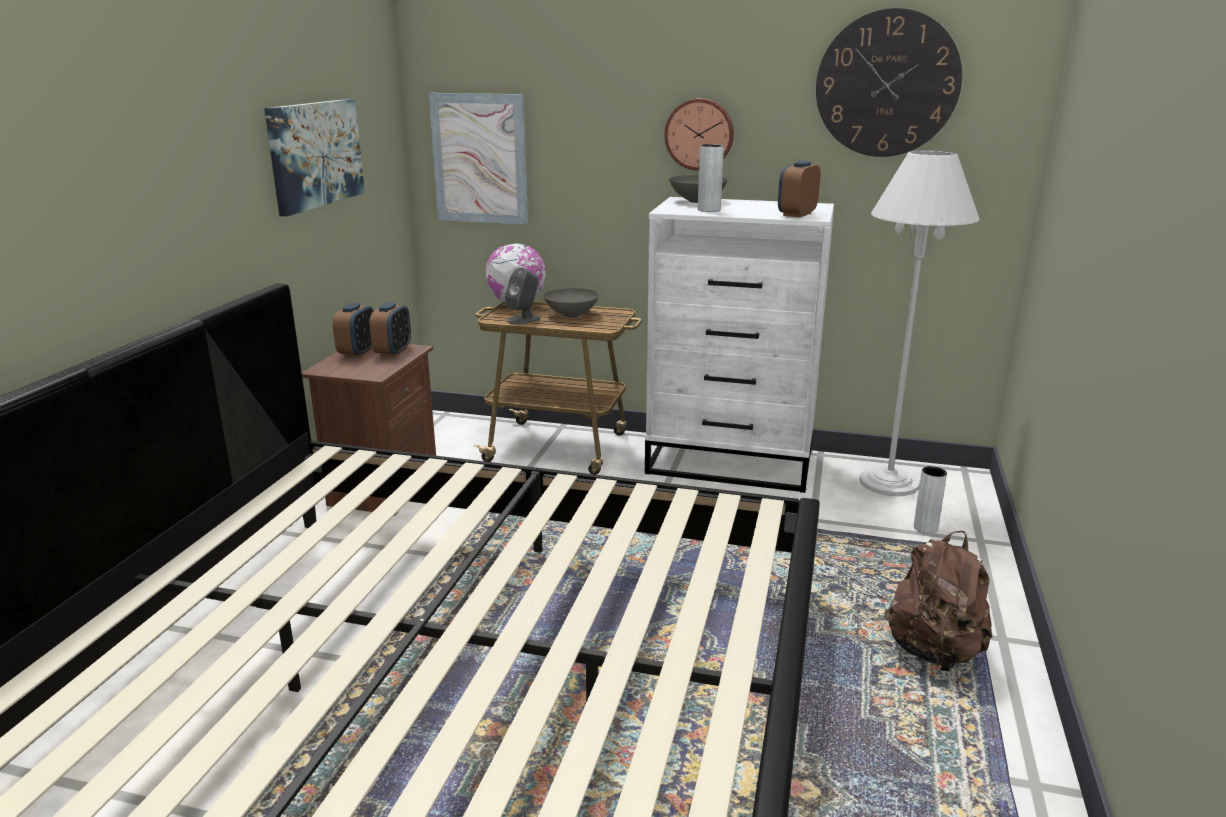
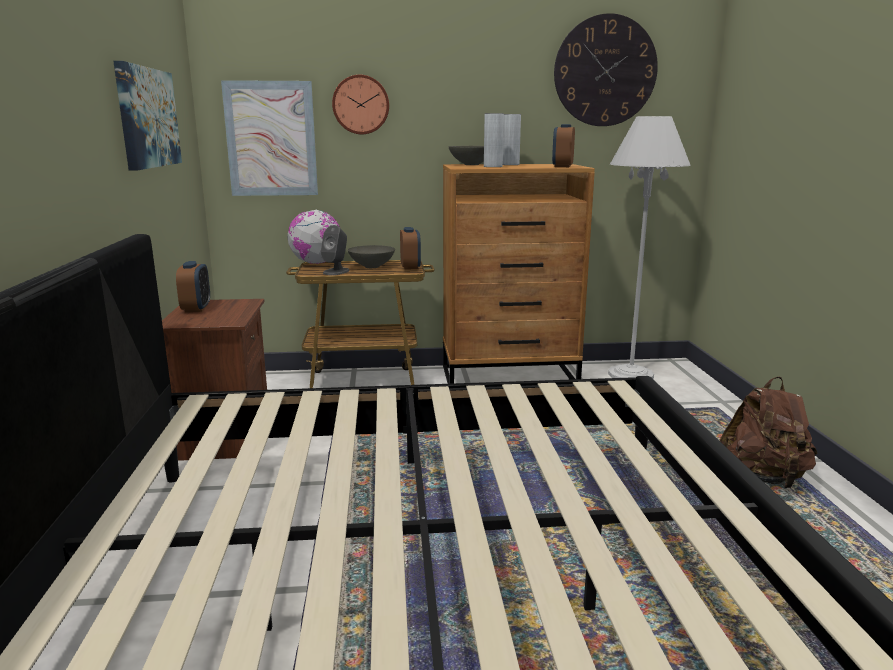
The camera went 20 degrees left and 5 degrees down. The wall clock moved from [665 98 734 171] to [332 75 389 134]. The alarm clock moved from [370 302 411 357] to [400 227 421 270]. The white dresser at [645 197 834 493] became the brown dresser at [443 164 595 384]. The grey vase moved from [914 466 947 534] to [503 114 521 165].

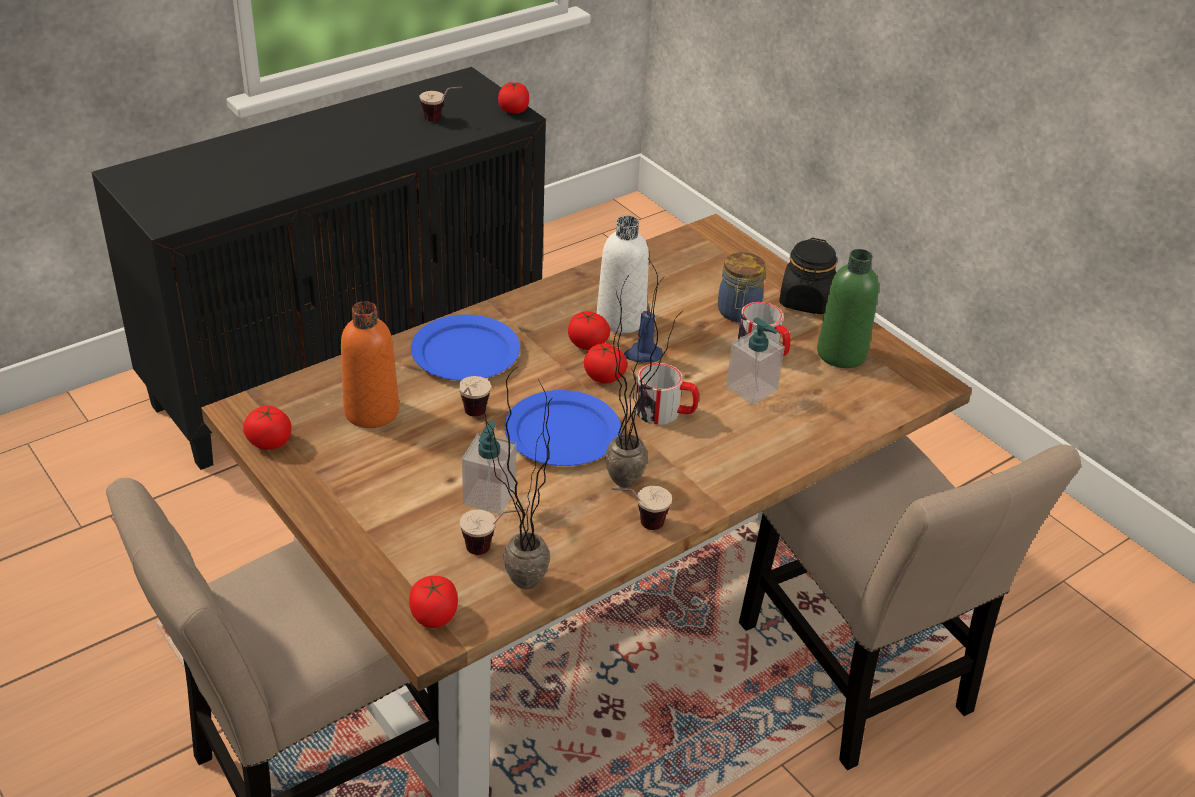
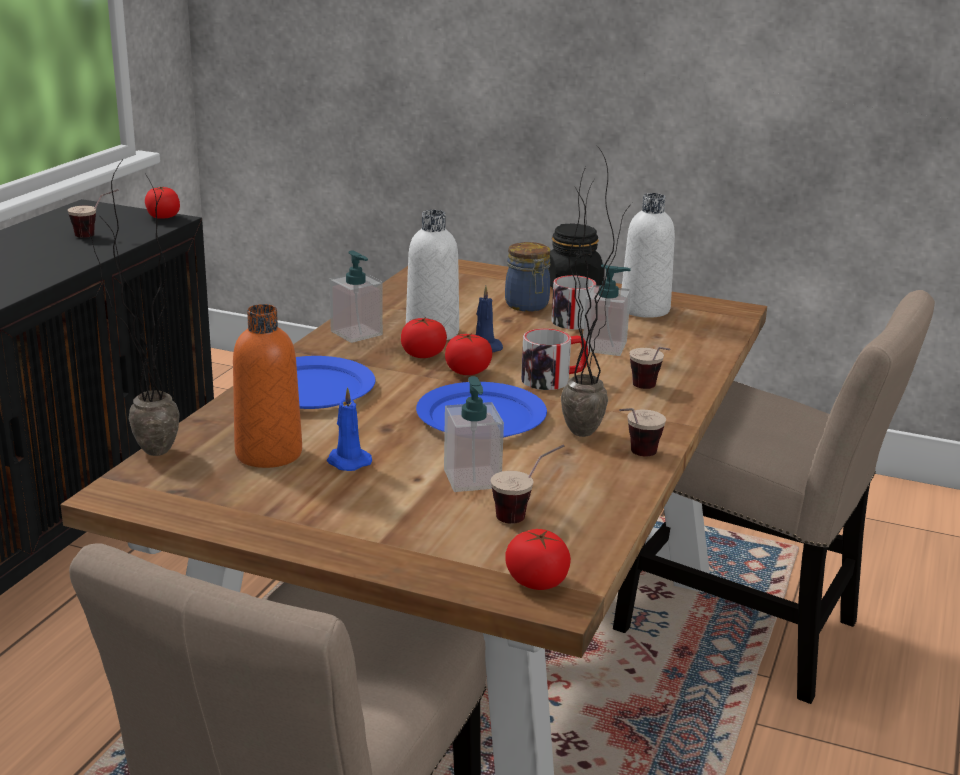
The camera went 30 degrees left and 15 degrees down. The potted plant moved from [481 368 552 590] to [83 161 180 456]. The blue candle at [327 387 372 471] appeared. The soap dispenser at [329 250 383 343] appeared. The green bottle at [817 249 879 368] became the white bottle at [622 193 675 318]. The cup moved from [459 376 491 417] to [629 347 670 389]. The tomato at [243 406 291 450] disappeared.

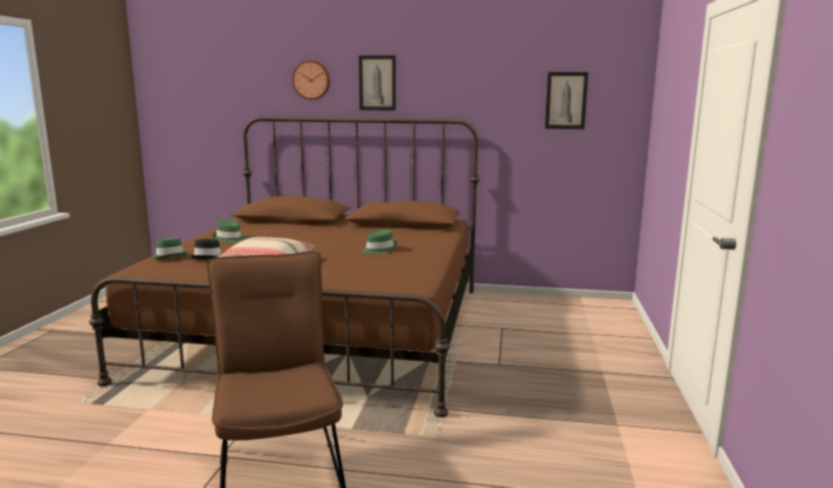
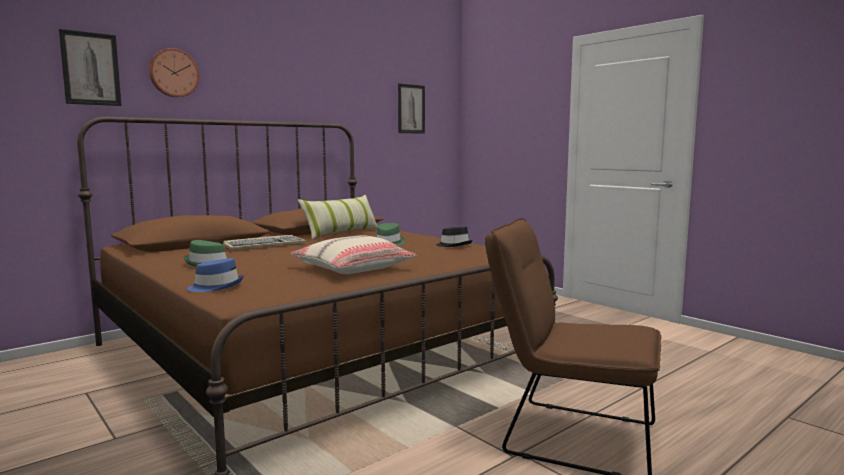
The camera went 50 degrees left and 5 degrees down. The picture moved from [359 55 396 111] to [59 29 122 106]. The green hat at [151 238 188 259] became the blue hat at [187 258 244 292]. The keyboard at [223 235 306 250] appeared. The pillow at [298 195 378 240] appeared. The black hat moved from [190 239 223 259] to [436 227 473 247].

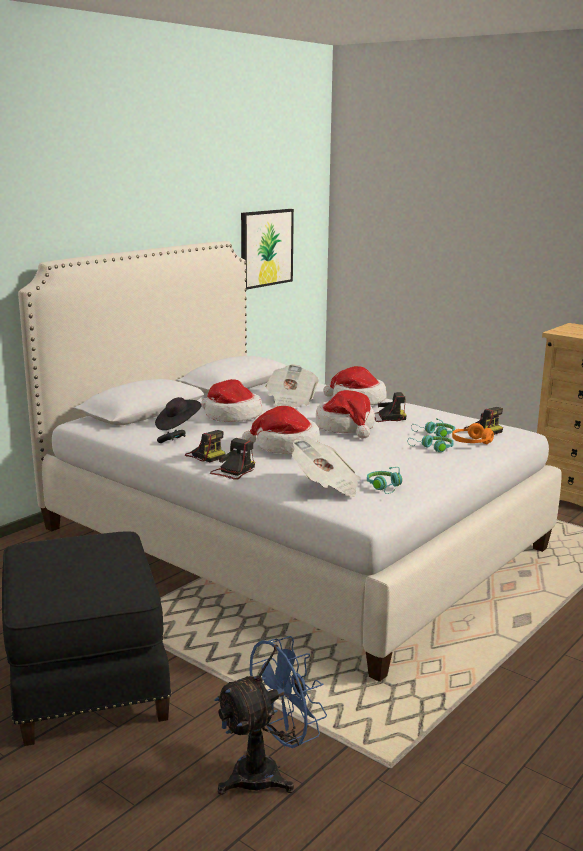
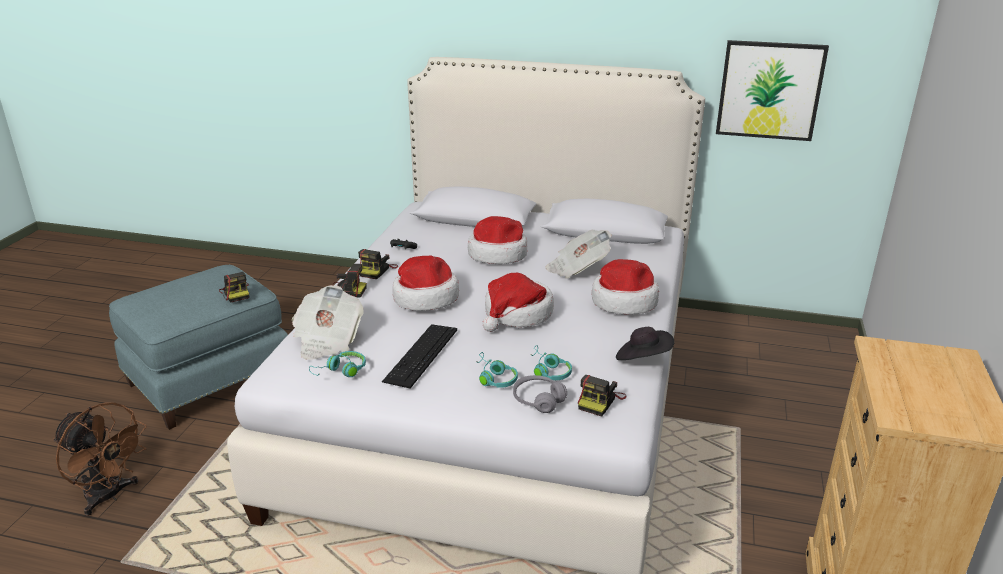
The camera went 65 degrees right and 10 degrees up. The blue fan at [214 636 327 795] became the brown fan at [53 402 147 516]. The black ottoman at [2 531 172 746] became the blue ottoman at [109 265 288 430]. The photo camera moved from [375 392 407 422] to [219 272 249 303]. The keyboard at [382 324 457 389] appeared. The orange headphones at [452 423 494 444] became the grey headphones at [513 375 567 413]. The black hat moved from [155 397 202 430] to [616 327 675 360].

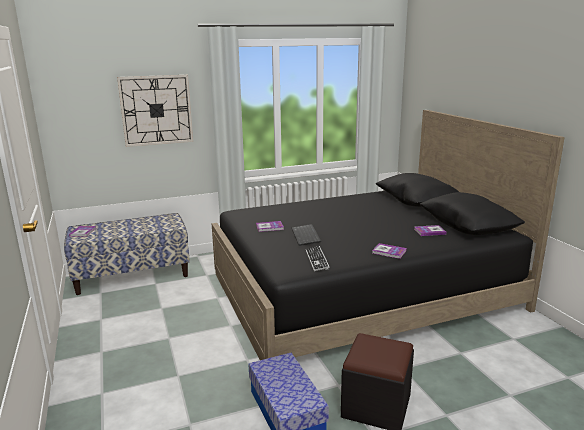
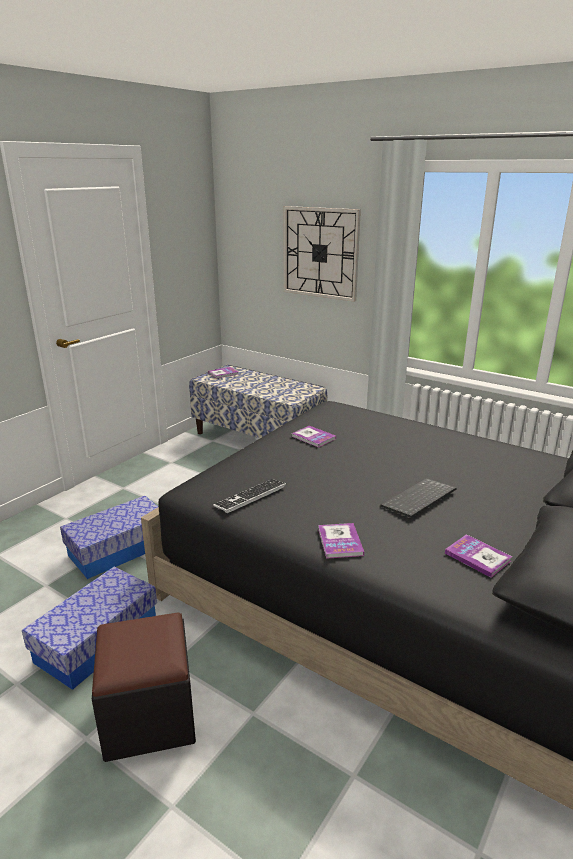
The camera went 55 degrees right and 5 degrees up. The storage box at [60 496 158 579] appeared. The keyboard moved from [292 224 321 246] to [381 478 457 518].

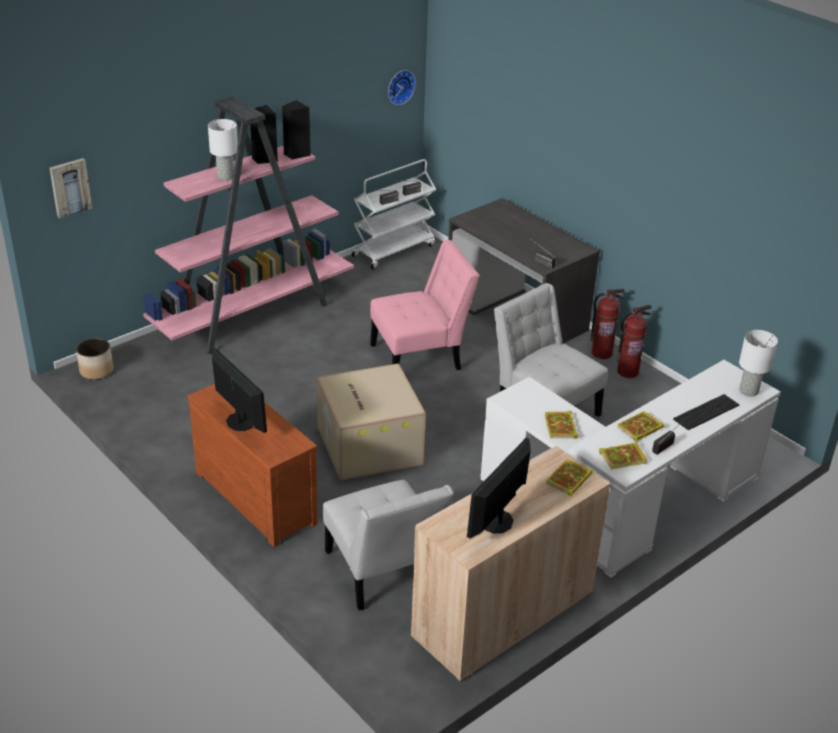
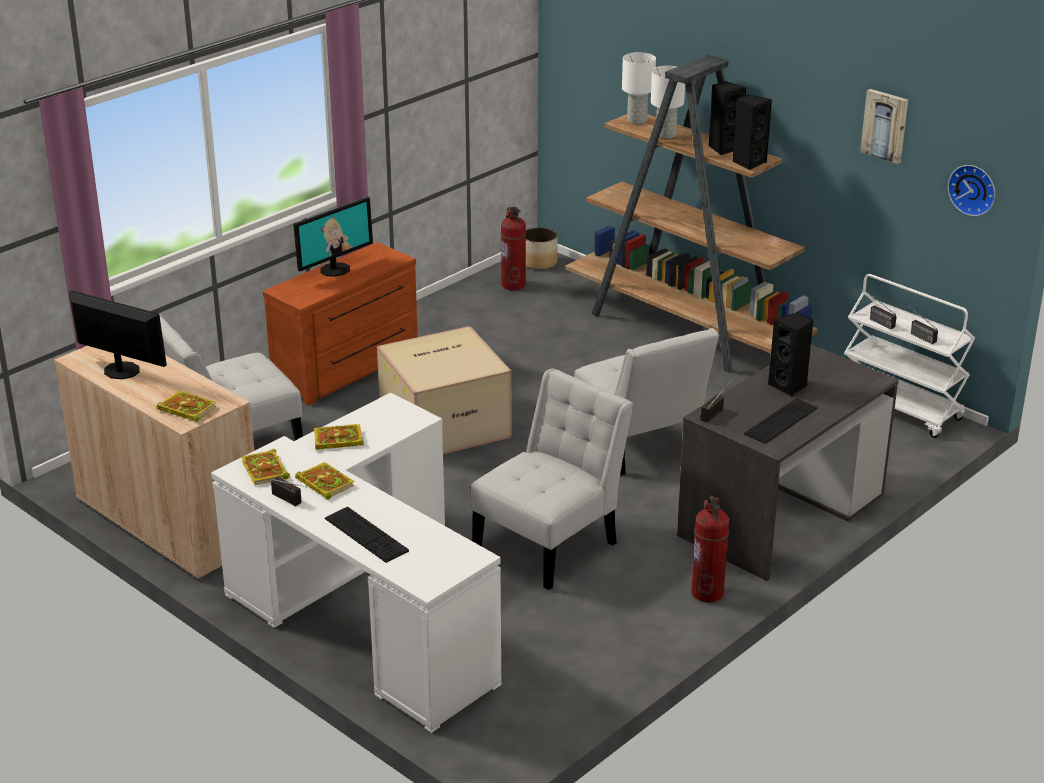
The camera went 85 degrees right and 5 degrees down. The fire extinguisher moved from [617 305 652 378] to [501 207 526 290]. The pink bookcase at [143 97 354 354] became the brown bookcase at [565 55 818 373]. The pink chair at [370 240 480 370] became the white chair at [574 328 719 476]. The white table lamp moved from [739 330 778 397] to [622 52 656 124]. The keyboard at [744 398 818 444] appeared. The black speaker at [768 312 813 397] appeared. The picture moved from [49 158 92 218] to [860 89 908 164].

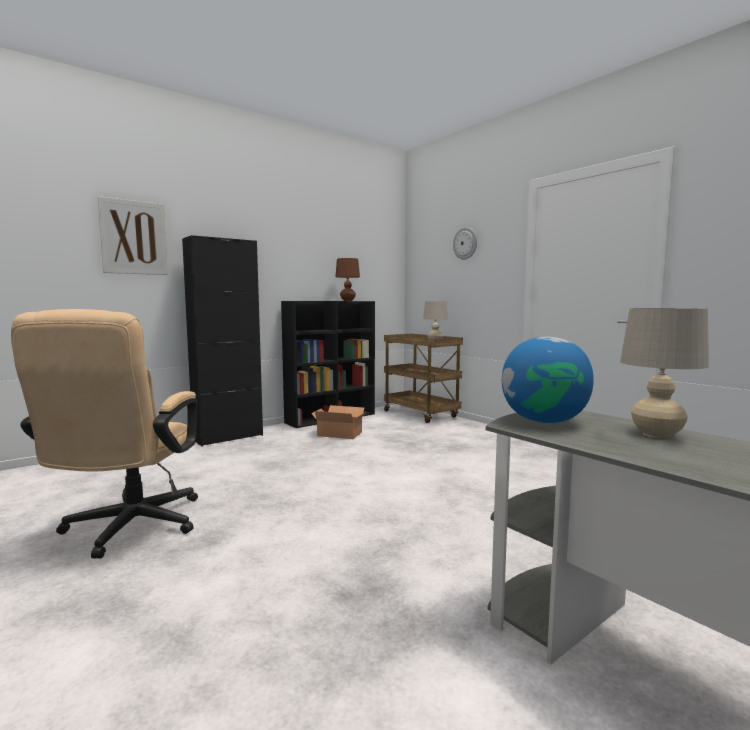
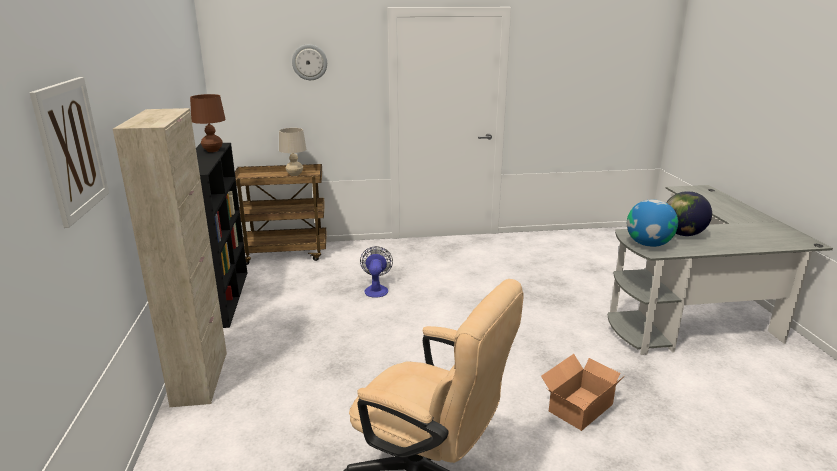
The camera went 60 degrees left and 15 degrees up. The black cabinet at [182 235 263 447] became the beige cabinet at [113 108 227 407]. The fan at [360 246 393 298] appeared. The cardboard box moved from [311 405 366 439] to [541 354 624 431]. The beige table lamp at [620 308 709 439] was replaced by the globe at [666 191 712 236].

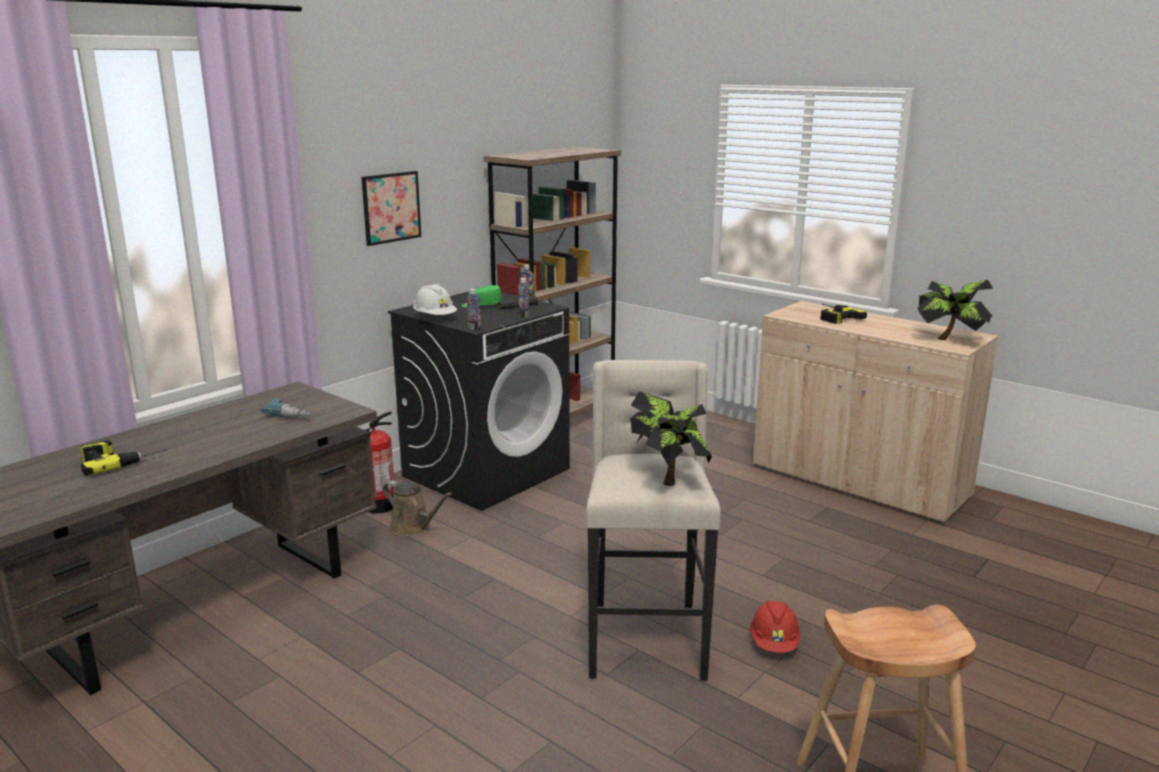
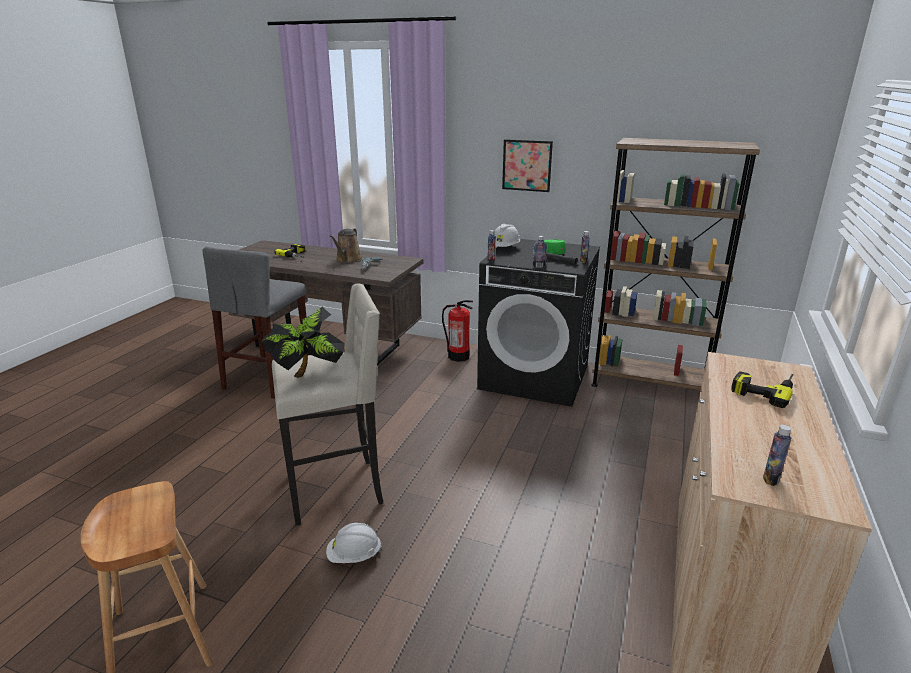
The camera went 70 degrees right and 5 degrees up. The grey stool at [202 247 310 399] appeared. The red hard hat at [750 601 800 653] became the white hard hat at [326 523 382 563]. The brown watering can moved from [383 480 452 536] to [329 228 363 263]. The potted plant at [917 280 993 340] was replaced by the bottle at [763 425 791 486].

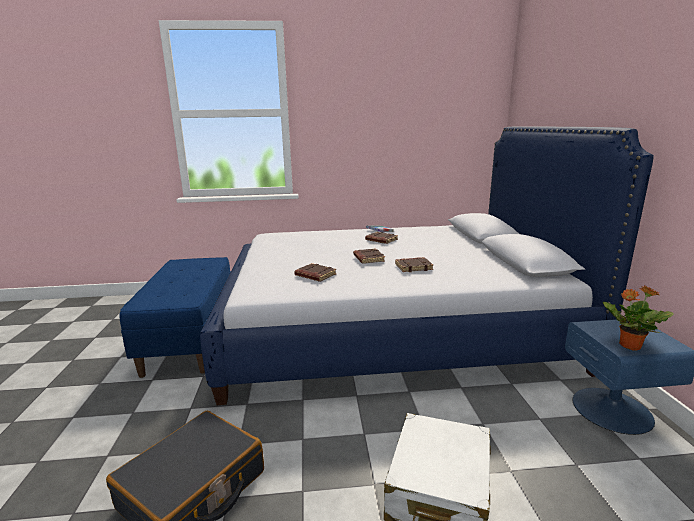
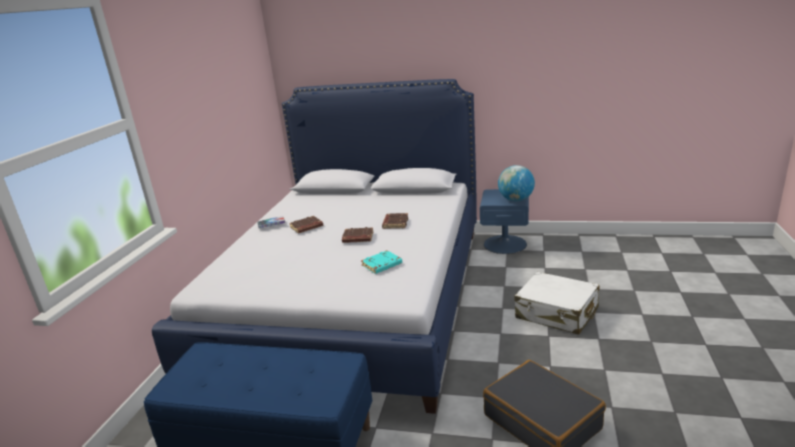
The camera went 70 degrees left and 5 degrees up. The brown book at [294 263 337 282] became the turquoise book at [361 250 402 274]. The potted plant at [603 285 674 351] was replaced by the globe at [498 165 535 201].

